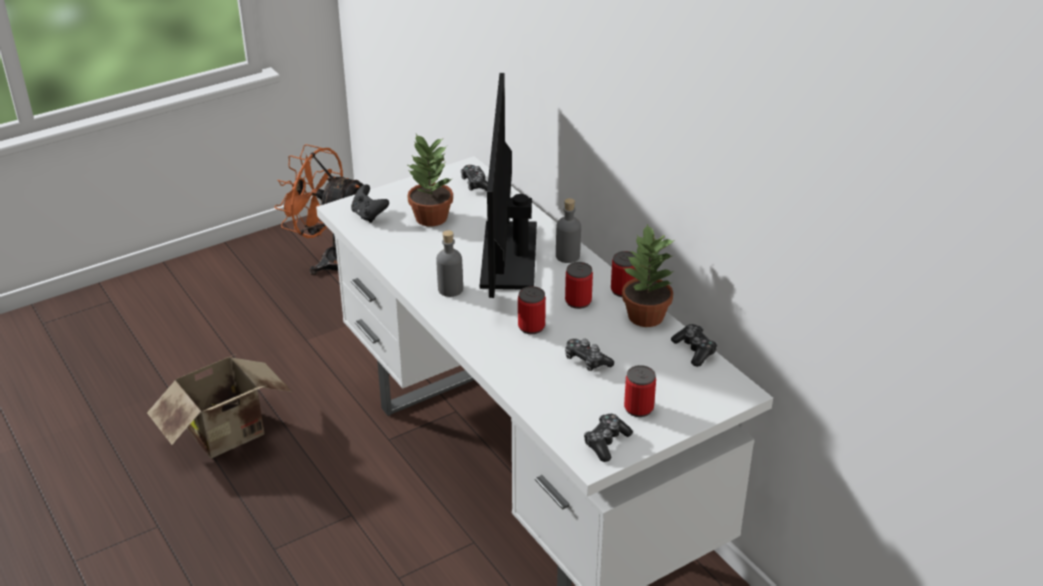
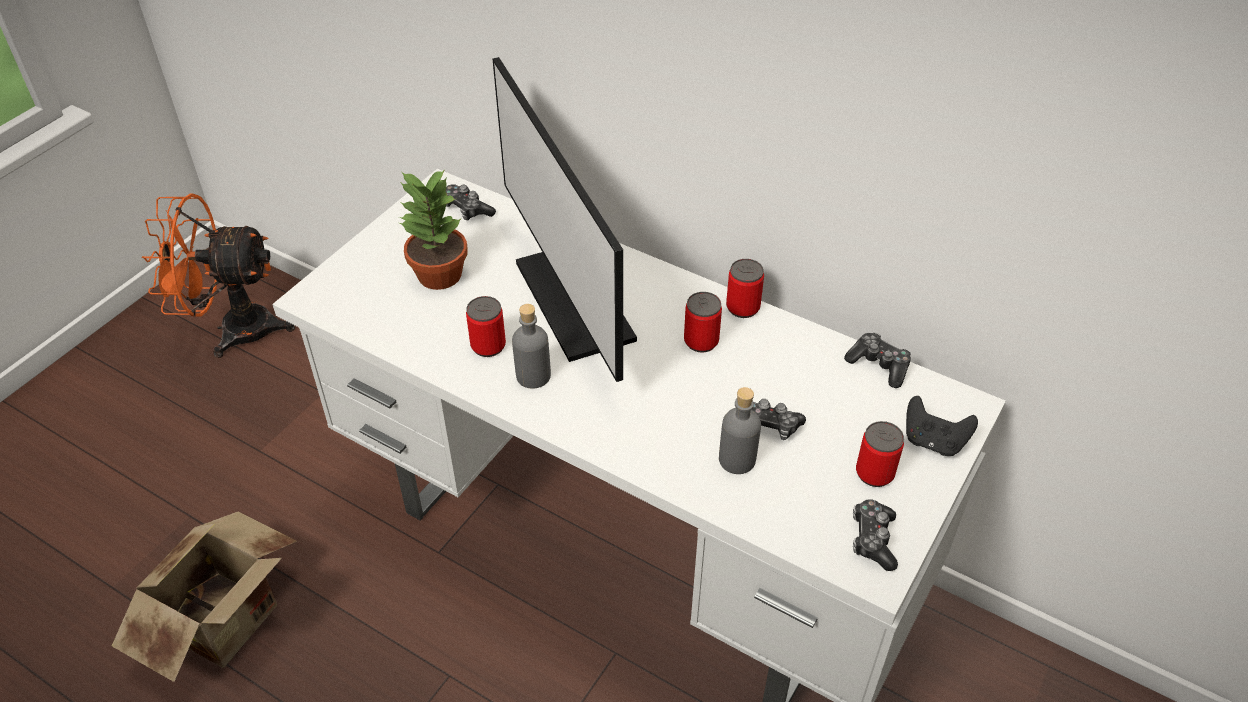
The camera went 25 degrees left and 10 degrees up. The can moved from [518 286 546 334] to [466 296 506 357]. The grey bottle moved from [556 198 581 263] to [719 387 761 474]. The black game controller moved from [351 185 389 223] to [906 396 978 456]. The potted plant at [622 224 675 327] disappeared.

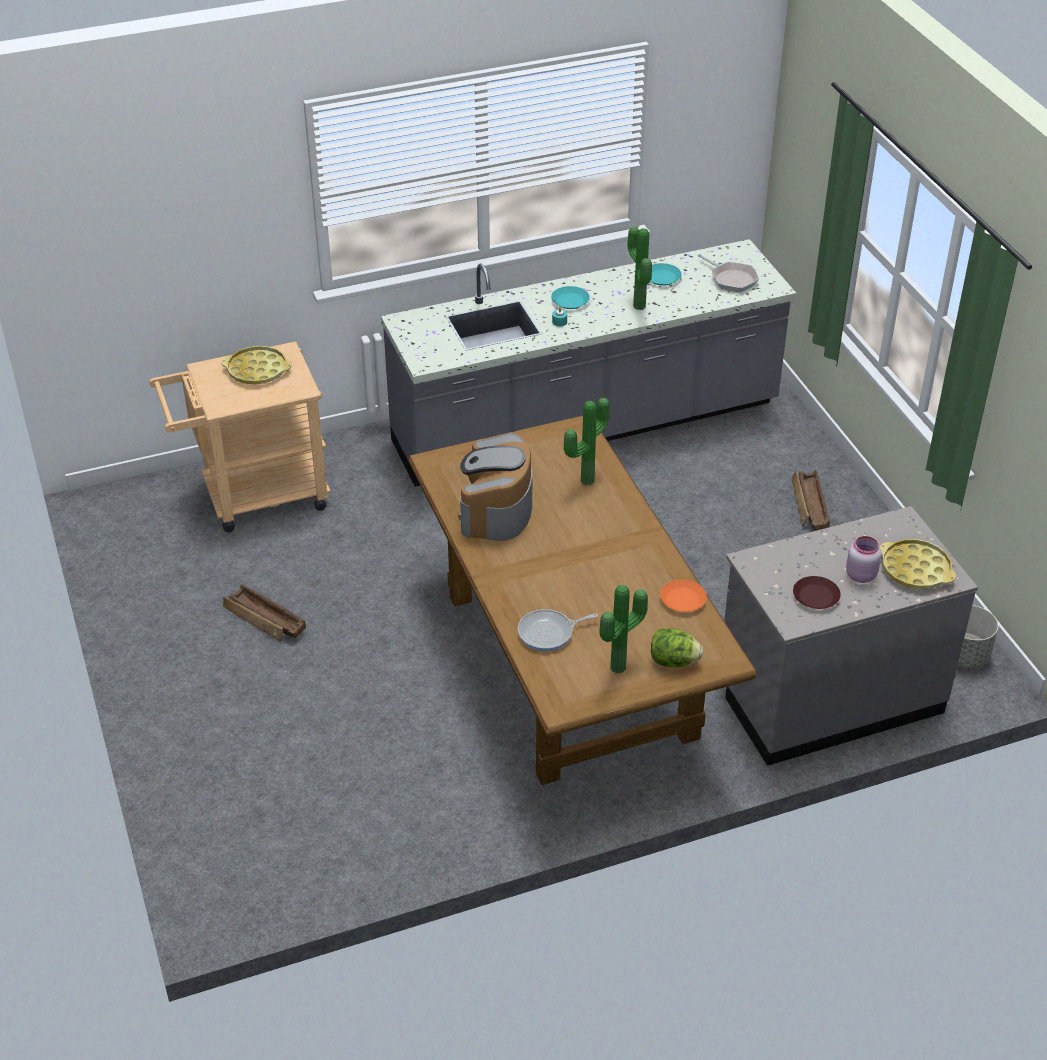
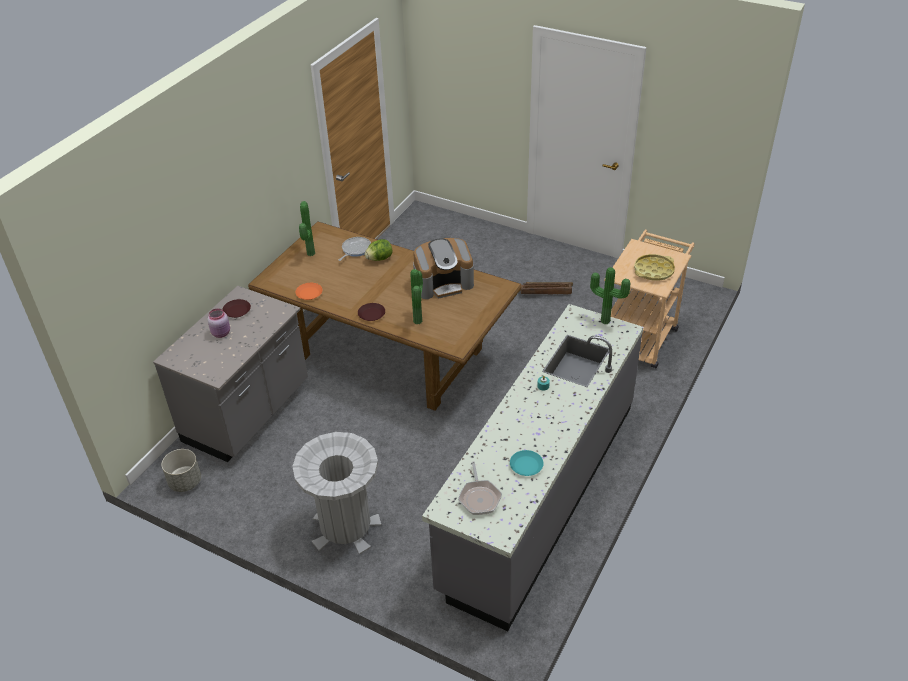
The camera went 140 degrees right and 0 degrees up. The crate at [792 470 830 531] was replaced by the grey trash can at [292 432 382 555]. The brown plate at [358 303 385 321] appeared. The lettuce moved from [651 628 703 667] to [365 239 393 261]. The coffee machine at [458 432 532 541] turned 105 degrees clockwise. The frying pan at [698 254 759 292] turned 105 degrees counterclockwise. The potted plant moved from [628 227 652 310] to [590 267 630 324]. The turquoise plate at [551 286 590 309] disappeared. The yellow tray at [880 539 956 589] disappeared.

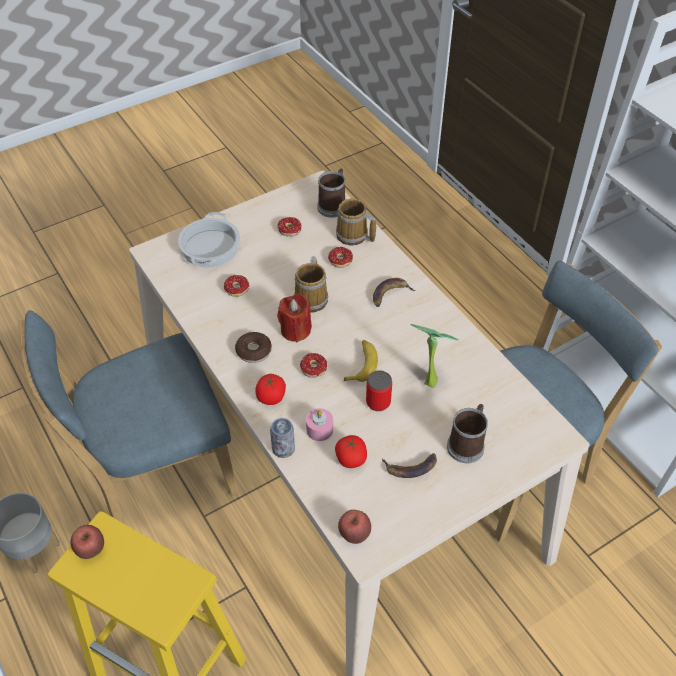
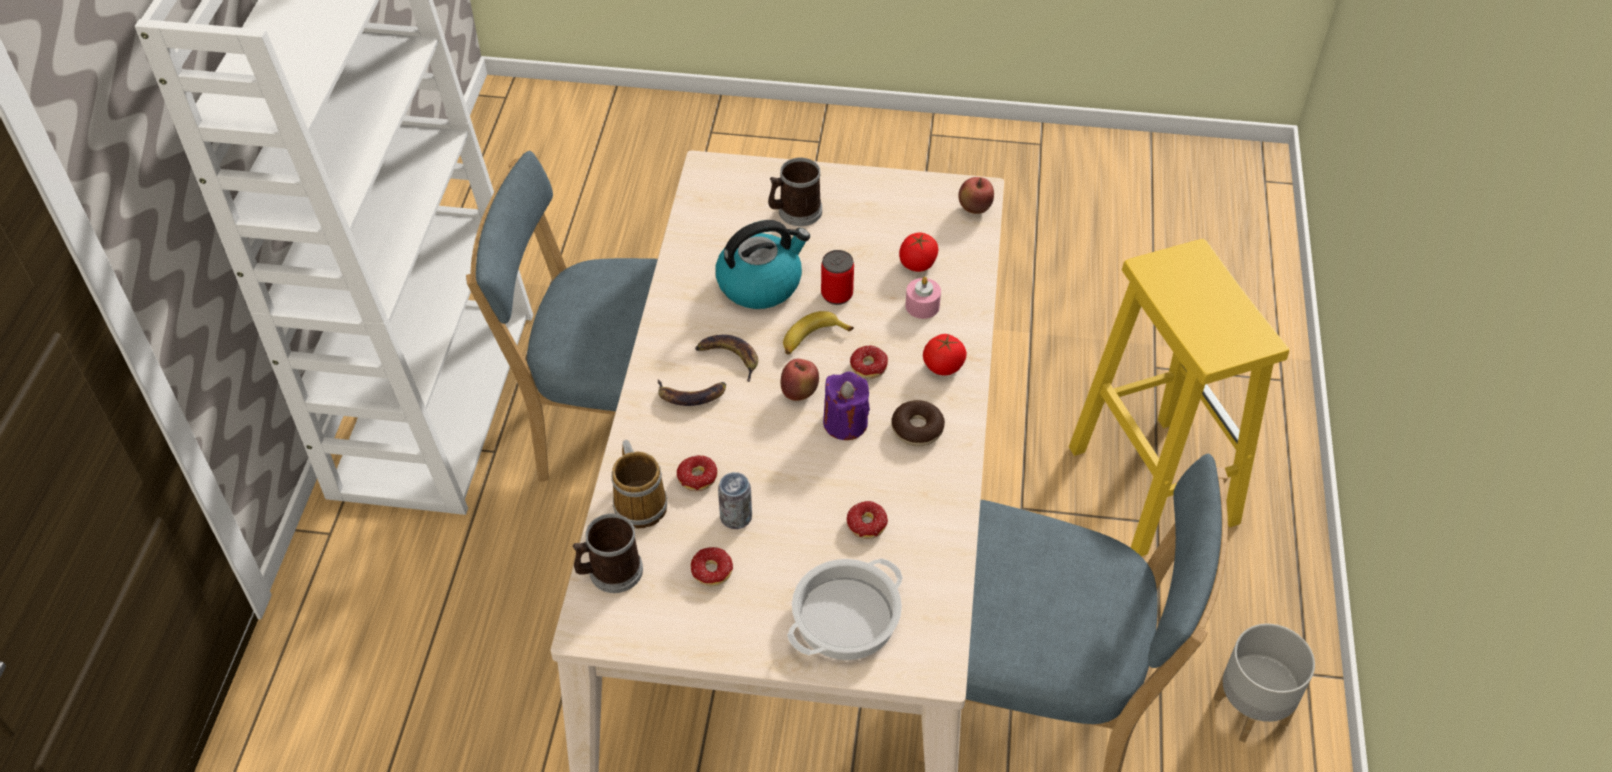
The camera went 140 degrees left and 0 degrees up. The banana moved from [382 453 437 478] to [695 335 758 382]. The potted plant at [410 324 458 388] was replaced by the kettle at [715 220 810 309]. The can moved from [270 418 295 458] to [718 472 752 529]. The apple moved from [70 525 104 559] to [781 359 819 401]. The red candle at [277 293 312 342] became the purple candle at [823 372 870 440]. The mug at [294 256 329 313] disappeared.

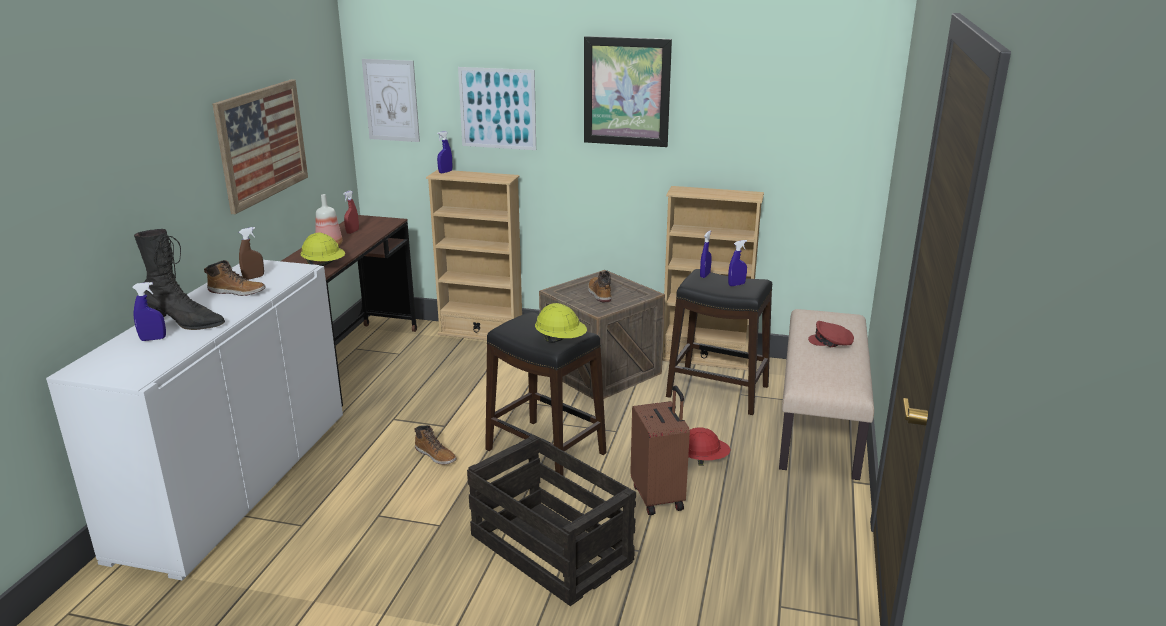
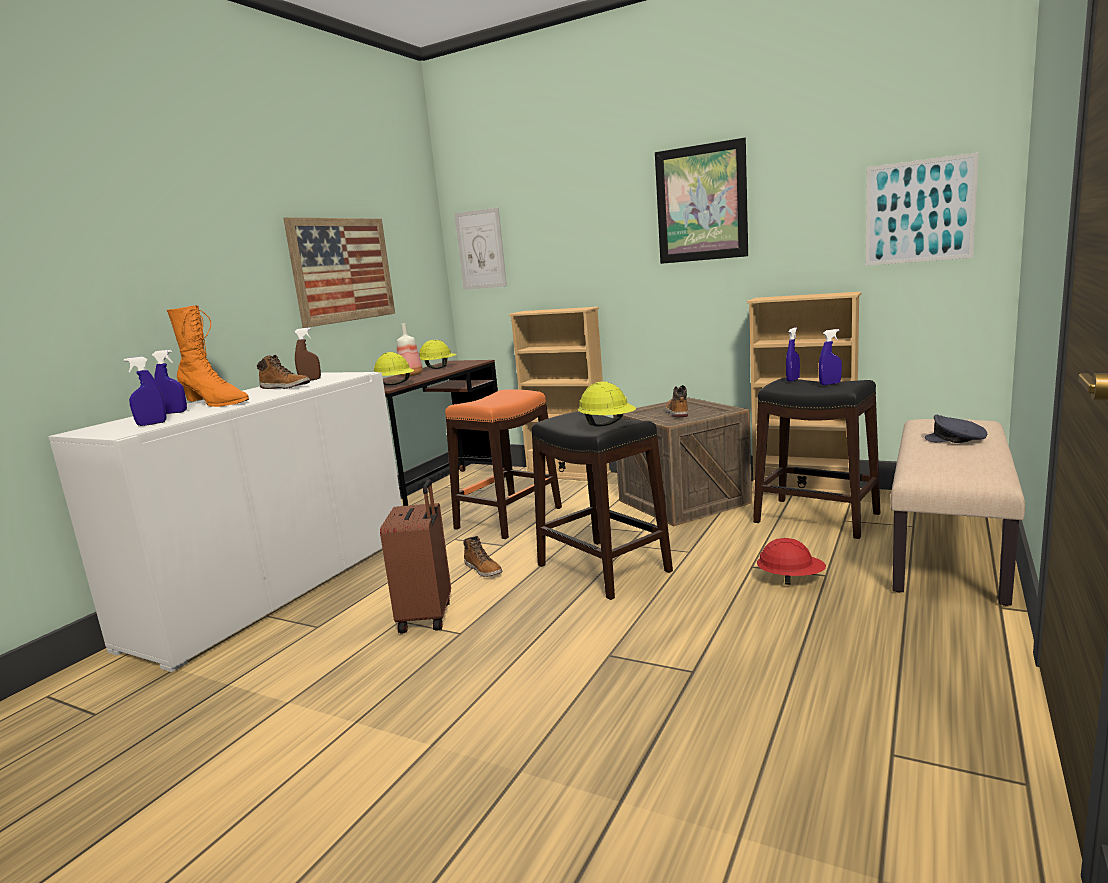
The camera went 15 degrees right and 10 degrees down. The blue spray bottle moved from [437 131 452 173] to [124 356 167 426]. The black boot at [134 229 225 330] became the orange boot at [167 305 249 407]. The brown suitcase moved from [630 385 690 515] to [380 479 451 634]. The red spray bottle at [343 191 359 234] was replaced by the yellow hard hat at [419 340 457 369]. The orange stool at [445 389 562 539] appeared. The picture moved from [458 67 536 150] to [865 152 979 266]. The red cap at [808 321 854 347] became the grey cap at [925 415 987 443]. The crate at [467 435 636 606] disappeared.

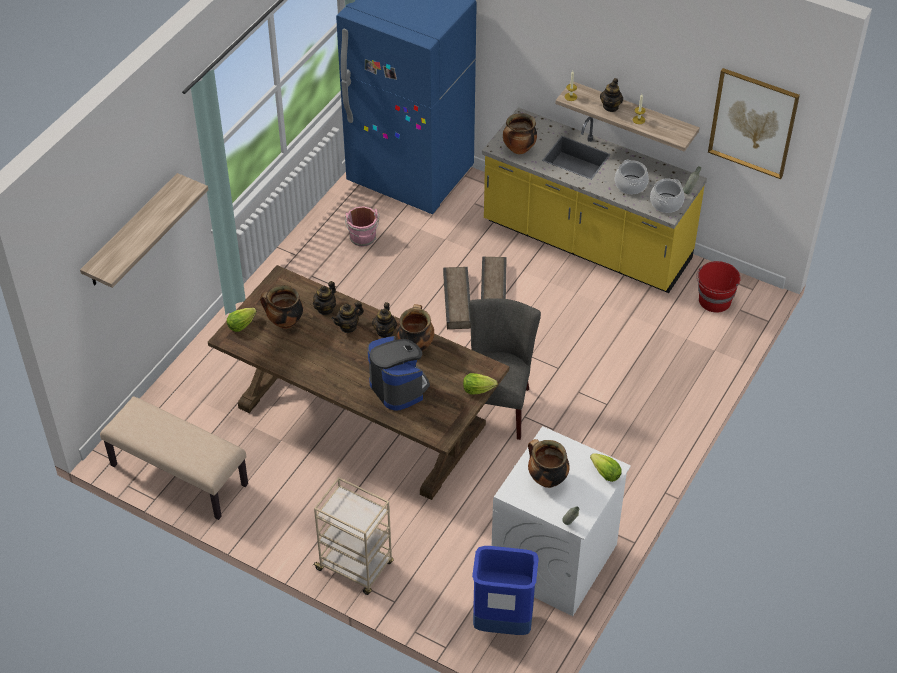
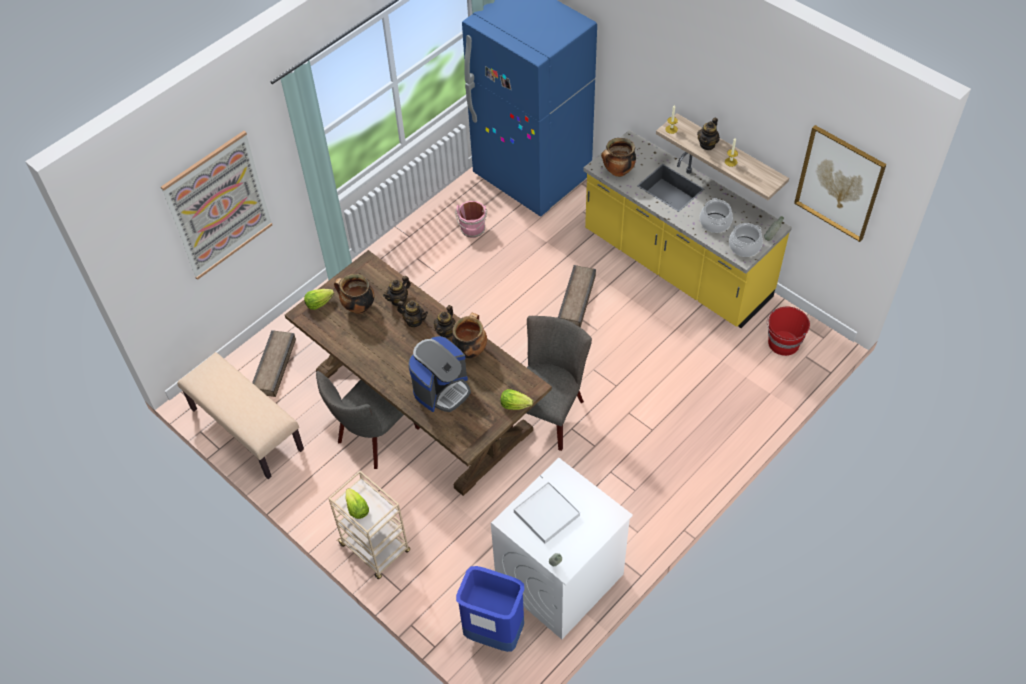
The camera went 15 degrees right and 5 degrees up. The shelf at [80 173 209 288] was replaced by the picture at [161 131 272 280]. The crate moved from [443 267 471 329] to [252 330 296 397]. The grey chair at [316 371 420 469] appeared. The lettuce moved from [590 453 622 482] to [346 488 369 519]. The teapot at [331 301 364 333] turned 135 degrees counterclockwise. The coffee machine at [368 336 430 411] turned 60 degrees clockwise. The cooking pot at [528 439 570 488] was replaced by the white tray at [514 481 580 544].

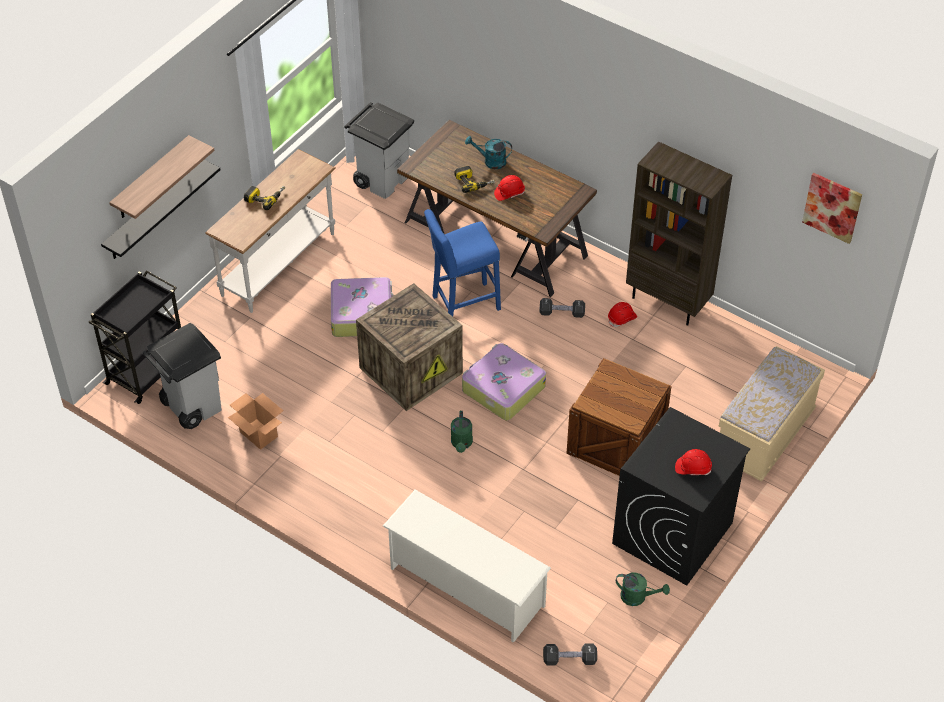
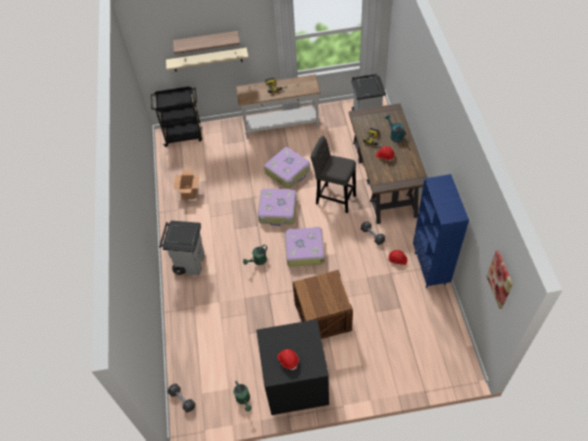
The camera went 50 degrees right and 5 degrees up. The grey trash can moved from [143 323 222 429] to [159 221 205 275]. The black shelf at [101 160 221 259] became the beige shelf at [166 48 248 72]. The crate at [356 283 463 411] was replaced by the suitcase at [258 189 297 226]. The blue stool at [424 209 501 317] became the grey stool at [310 136 356 213]. The brown bookcase at [626 141 732 326] became the blue bookcase at [413 174 469 288]. The white shoe rack at [383 490 551 643] disappeared. The beige bench at [719 346 825 481] disappeared.

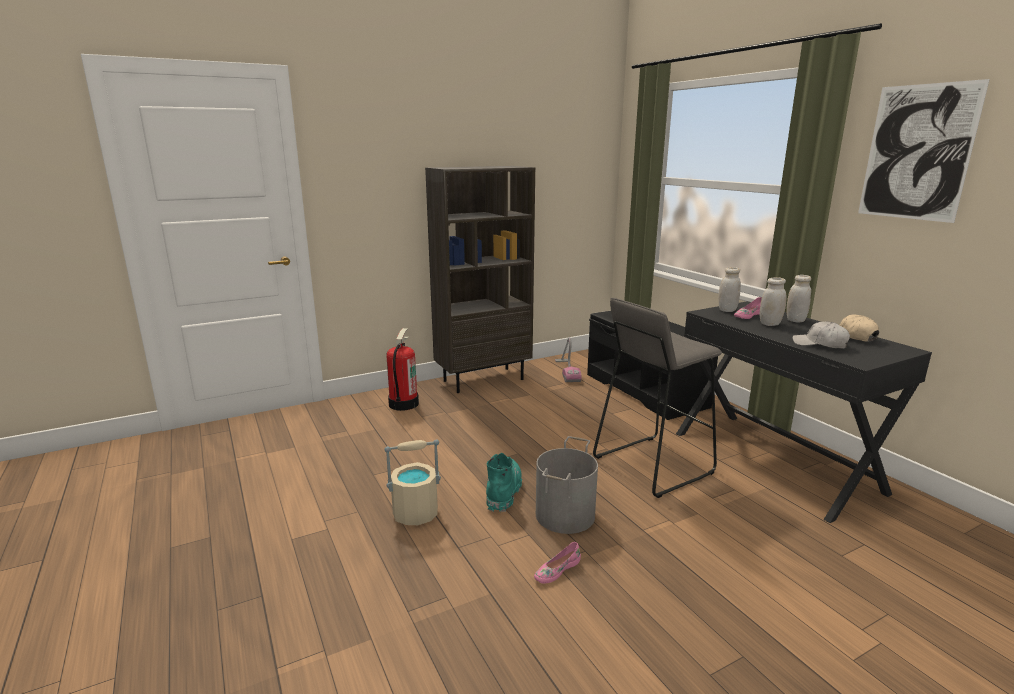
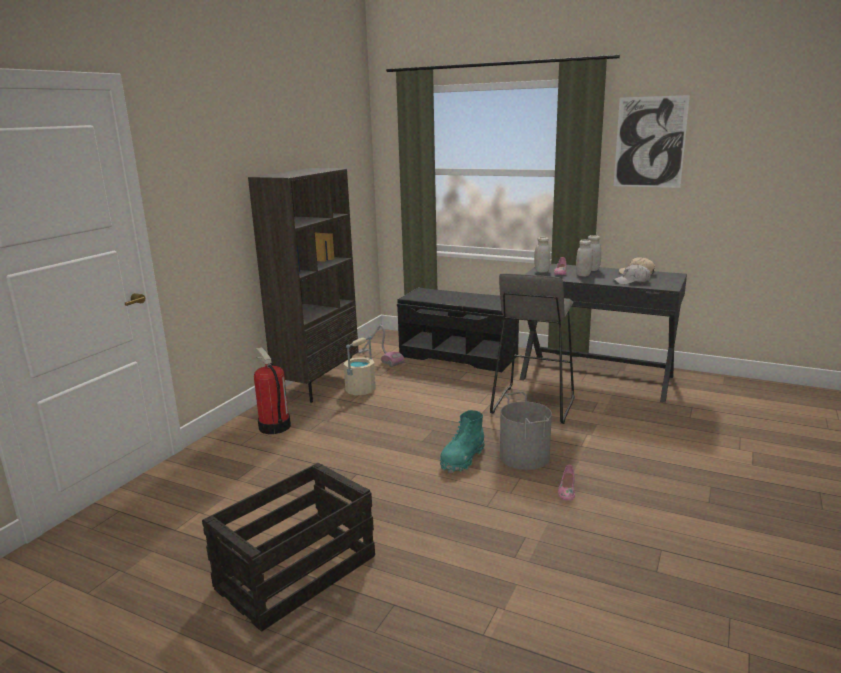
The camera went 35 degrees left and 0 degrees up. The crate at [202 463 375 632] appeared. The beige bucket moved from [384 440 441 525] to [344 336 376 396]. The turquoise boot at [486 453 522 512] turned 120 degrees counterclockwise.

